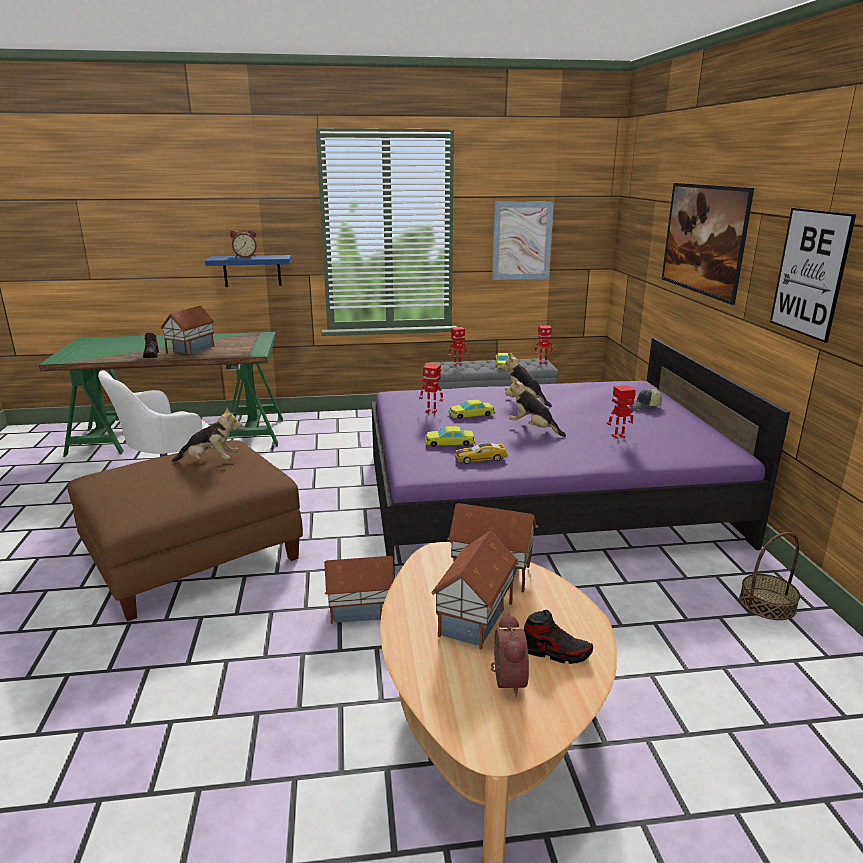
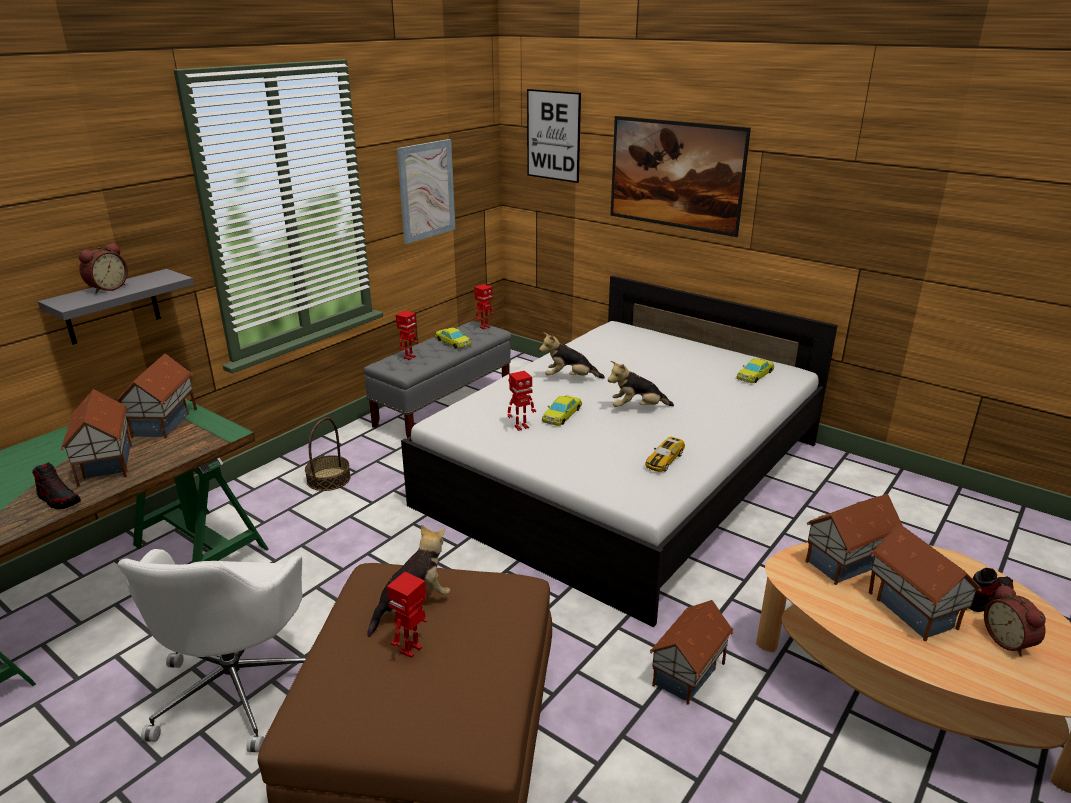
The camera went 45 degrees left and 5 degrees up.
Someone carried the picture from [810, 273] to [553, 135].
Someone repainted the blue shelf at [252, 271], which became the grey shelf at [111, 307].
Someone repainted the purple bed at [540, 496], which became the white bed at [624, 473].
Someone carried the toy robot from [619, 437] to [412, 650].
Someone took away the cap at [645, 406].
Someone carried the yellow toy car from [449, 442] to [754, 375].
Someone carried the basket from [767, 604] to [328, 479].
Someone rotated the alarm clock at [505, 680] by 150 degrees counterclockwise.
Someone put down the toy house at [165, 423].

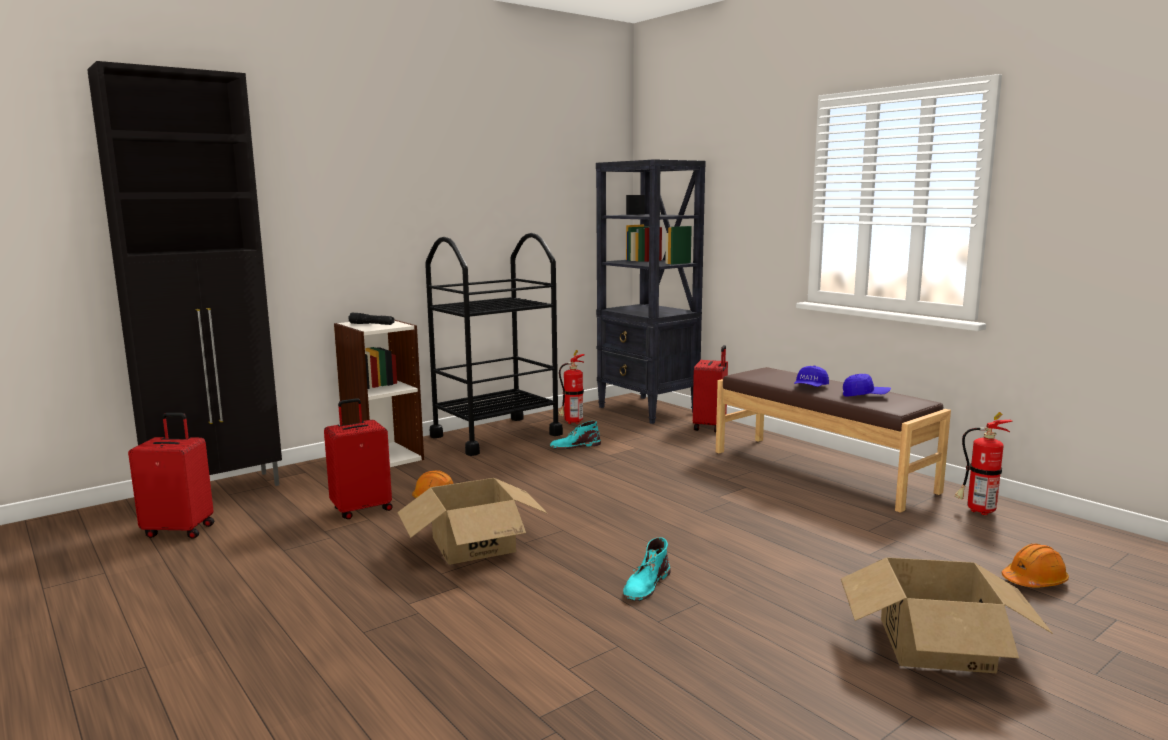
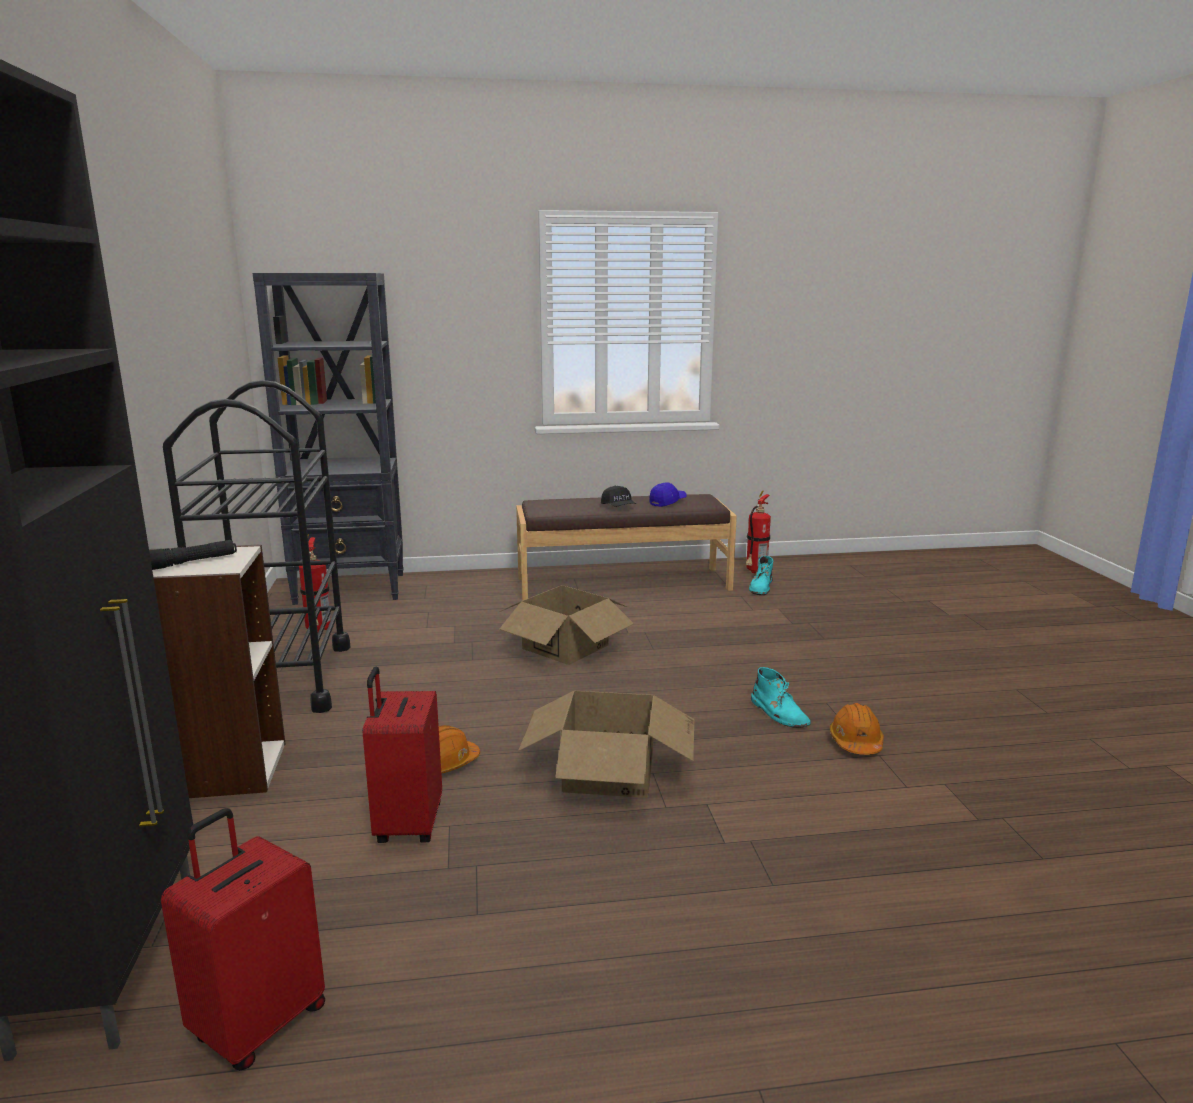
The camera went 60 degrees left and 5 degrees up.
Someone took away the red suitcase at [710, 426].
Someone repainted the blue cap at [810, 387], which became the black cap at [618, 507].
Someone carried the turquoise boot from [574, 445] to [761, 587].
Someone carried the orange hard hat from [1034, 581] to [856, 742].
Someone carried the cardboard box from [935, 644] to [565, 646].

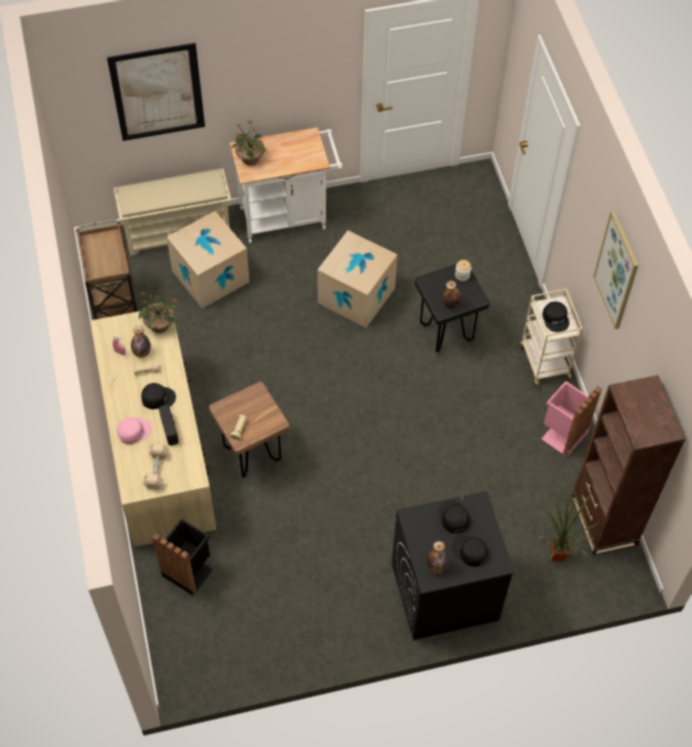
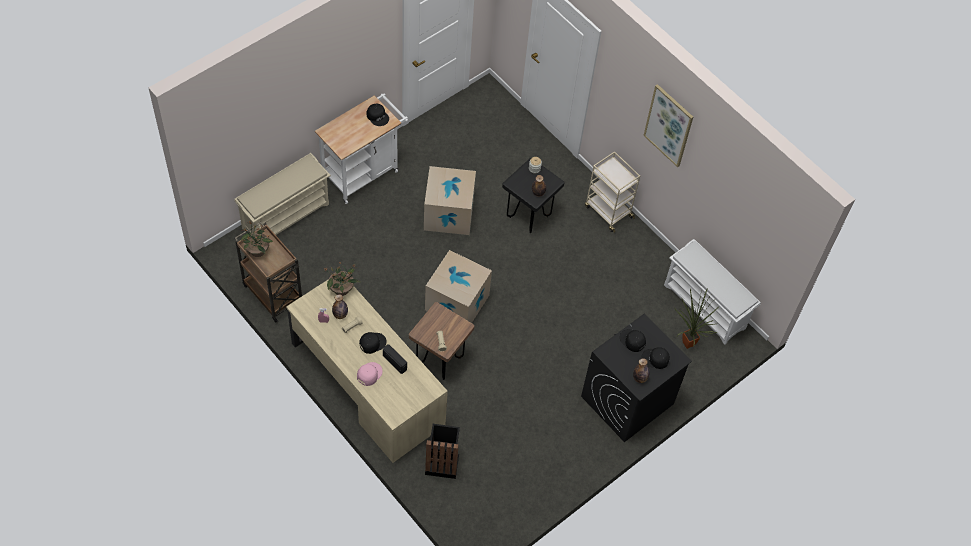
The camera went 30 degrees left and 0 degrees up.
Someone took away the picture at [157, 92].
Someone carried the potted plant from [250, 159] to [257, 251].
Someone carried the cardboard box from [210, 276] to [457, 302].
Someone carried the black cap from [556, 318] to [378, 116].
Someone swapped the brown bookcase at [603, 520] for the white shoe rack at [705, 307].
Someone took away the pink trash can at [562, 434].
Someone took away the beige dumbbell at [156, 470].

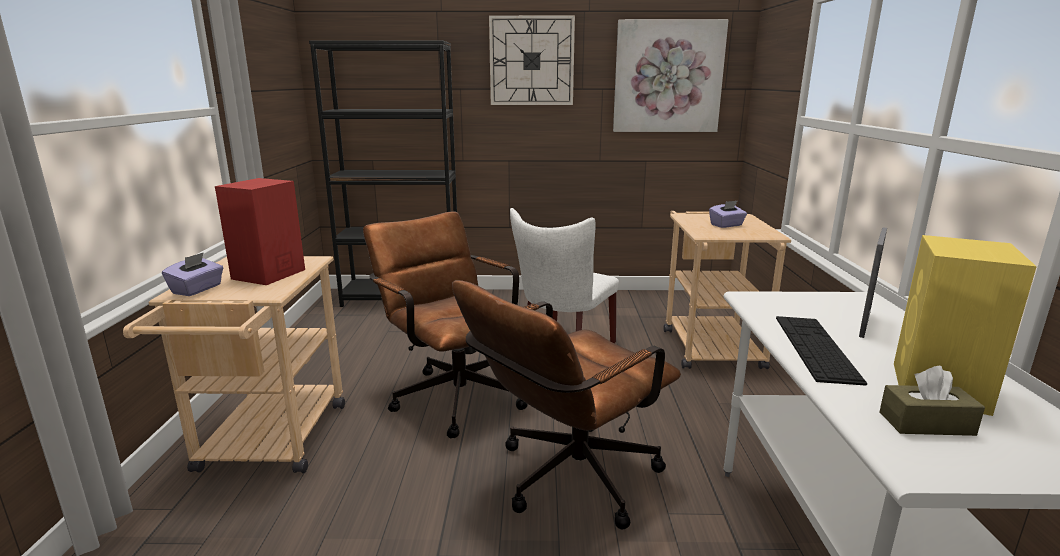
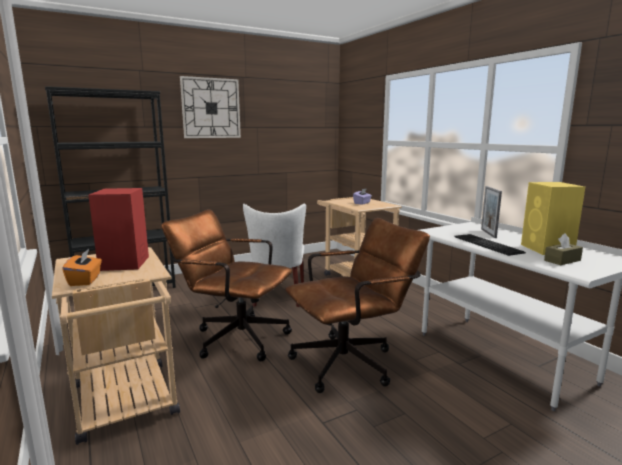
The camera went 30 degrees left and 5 degrees down.
Someone took away the picture at [668, 77].
Someone repainted the purple tissue box at [197, 289], which became the orange tissue box at [85, 280].
Someone rotated the brown office chair at [566, 480] by 135 degrees counterclockwise.

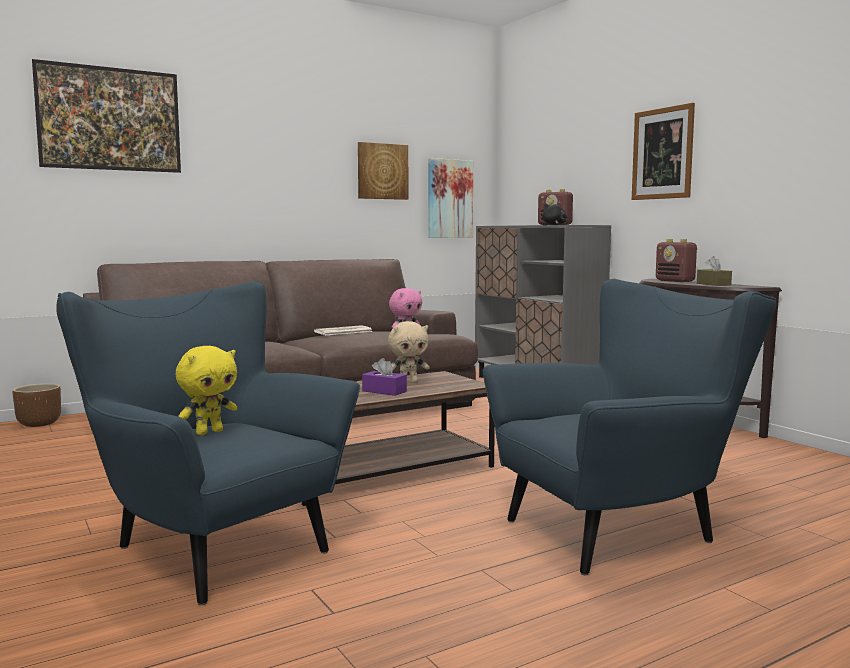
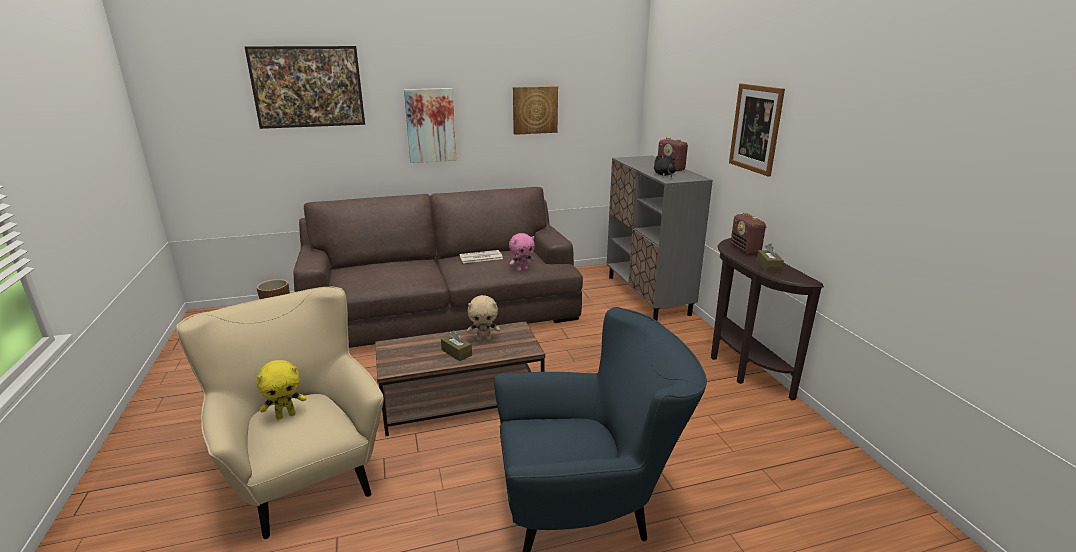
The camera went 15 degrees right and 15 degrees up.
Someone carried the picture from [449, 199] to [430, 125].
Someone repainted the blue armchair at [210, 546], which became the beige armchair at [303, 473].
Someone repainted the purple tissue box at [384, 391], which became the brown tissue box at [456, 353].

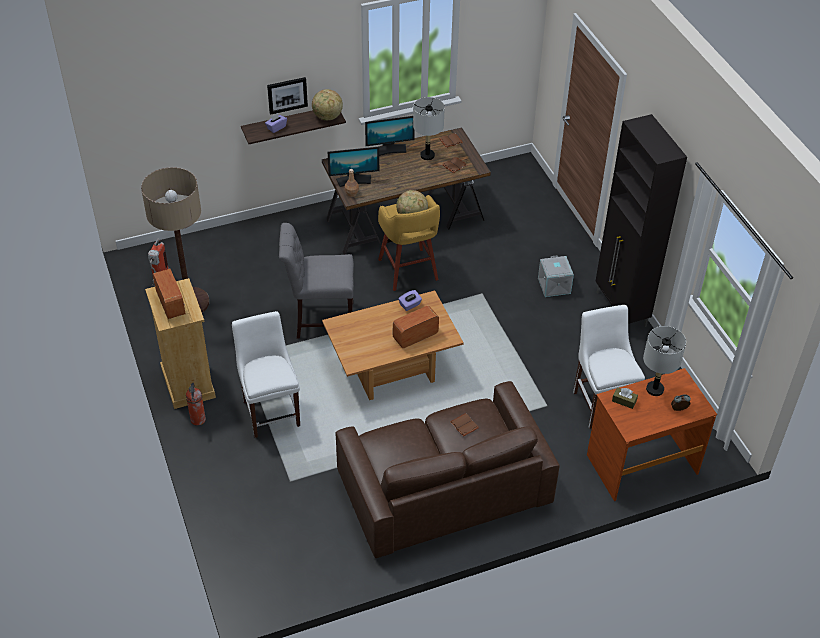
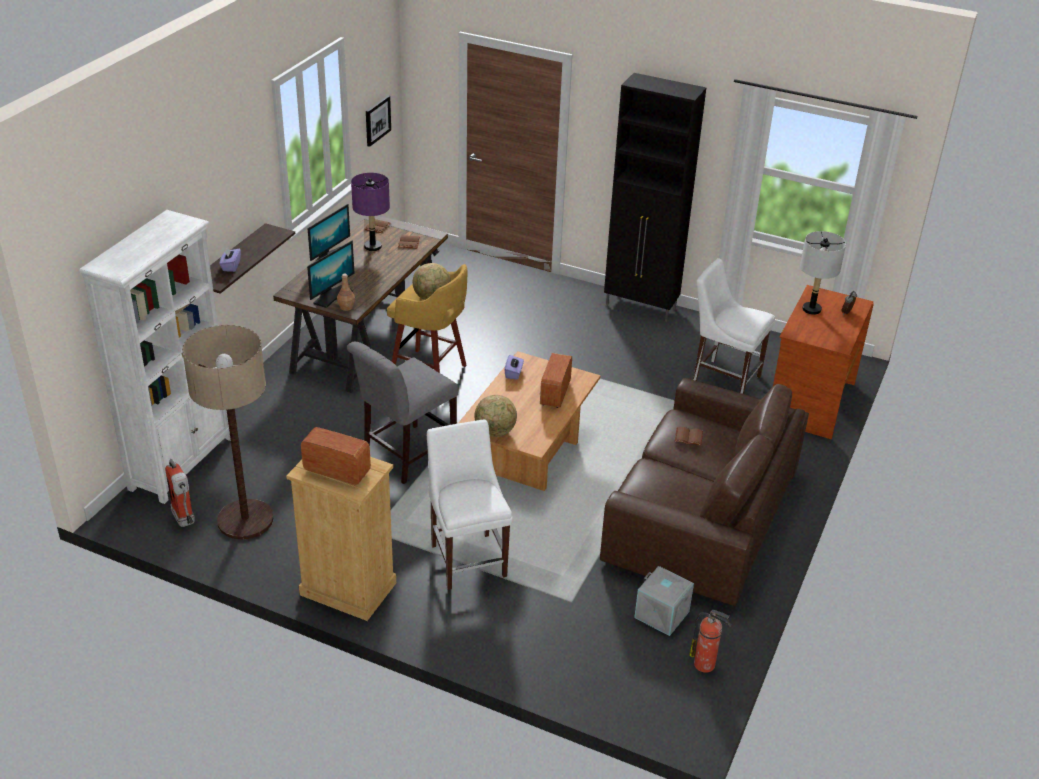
The camera went 45 degrees left and 10 degrees down.
Someone carried the picture from [287, 95] to [377, 120].
Someone carried the globe from [327, 117] to [495, 432].
Someone repainted the grey table lamp at [427, 156], which became the purple table lamp at [373, 247].
Someone carried the grey storage box from [553, 285] to [661, 615].
Someone rotated the white chair at [271, 411] by 45 degrees clockwise.
Someone carried the fire extinguisher from [198, 420] to [705, 665].
Someone took away the brown tissue box at [624, 401].
Someone put down the white bookcase at [183, 462].

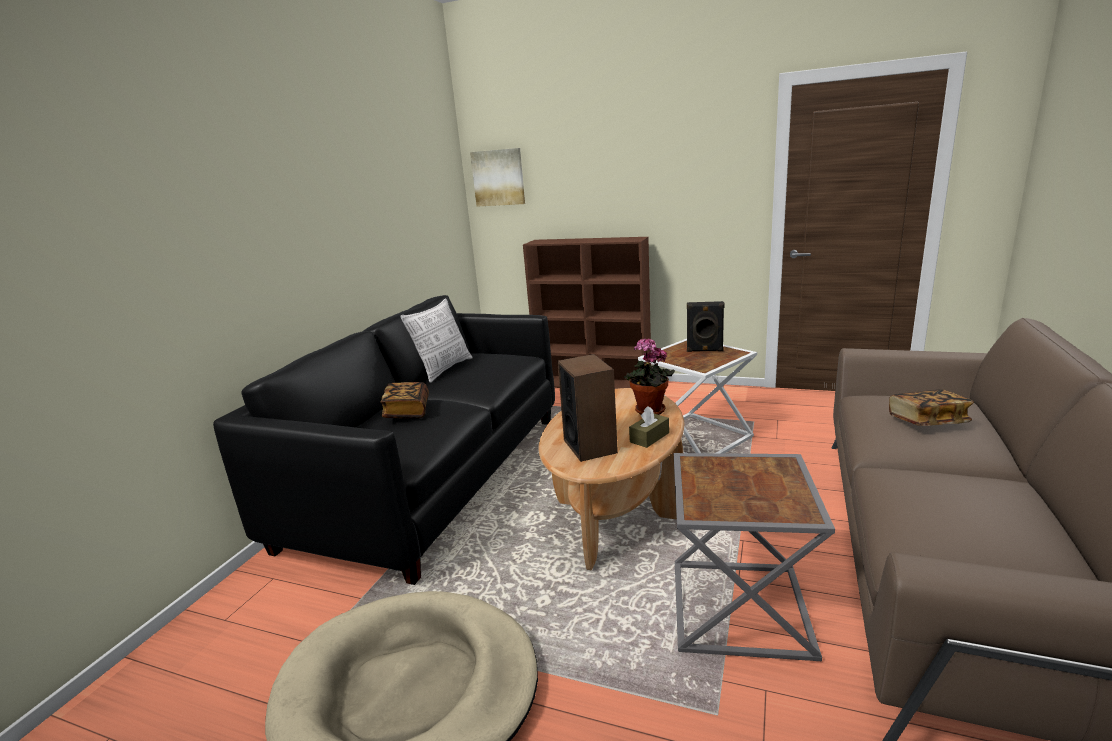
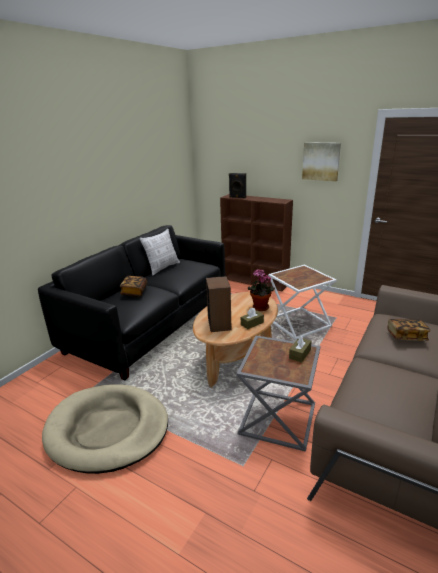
The camera went 10 degrees right and 5 degrees up.
Someone carried the picture from [498, 177] to [321, 161].
Someone carried the black speaker from [704, 350] to [237, 197].
Someone put down the brown tissue box at [300, 354].

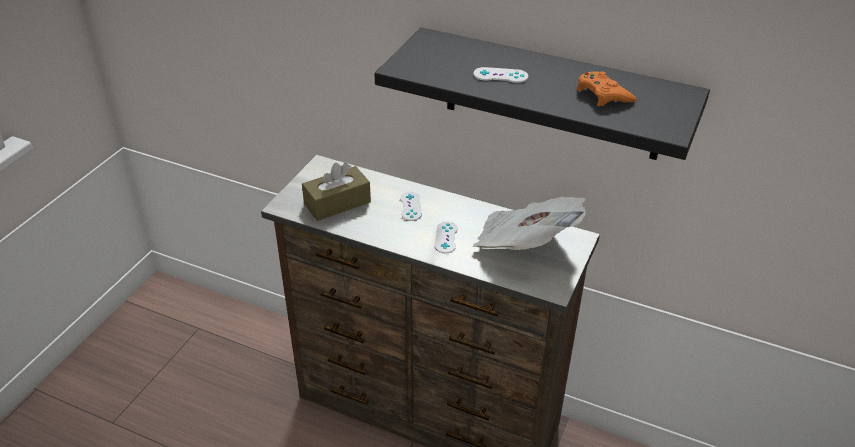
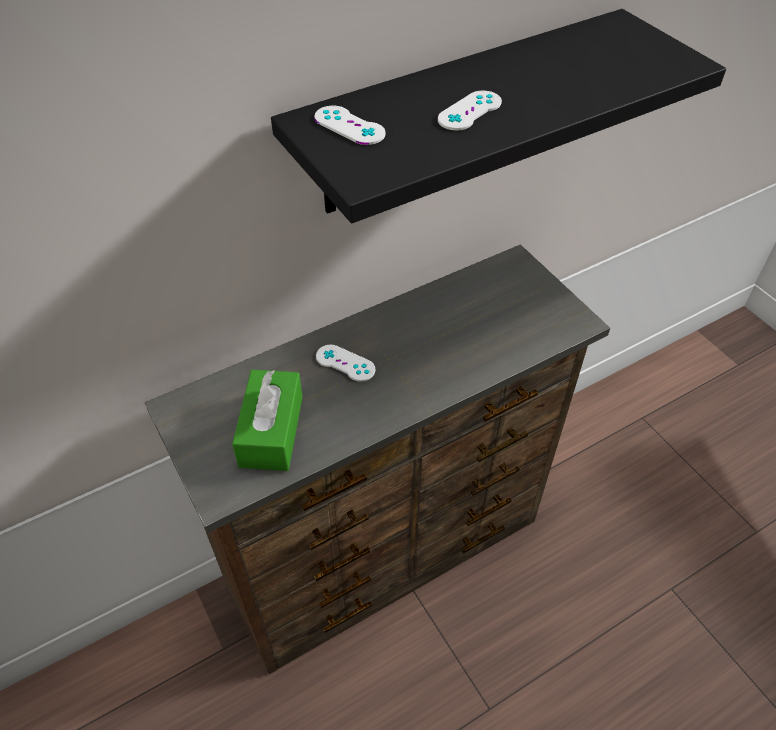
The camera went 55 degrees left and 10 degrees up.
Someone took away the orange game controller at [603, 94].
Someone repainted the brown tissue box at [337, 203], which became the green tissue box at [271, 431].
Someone took away the newspaper at [525, 244].
Someone carried the white game controller from [446, 237] to [349, 126].

